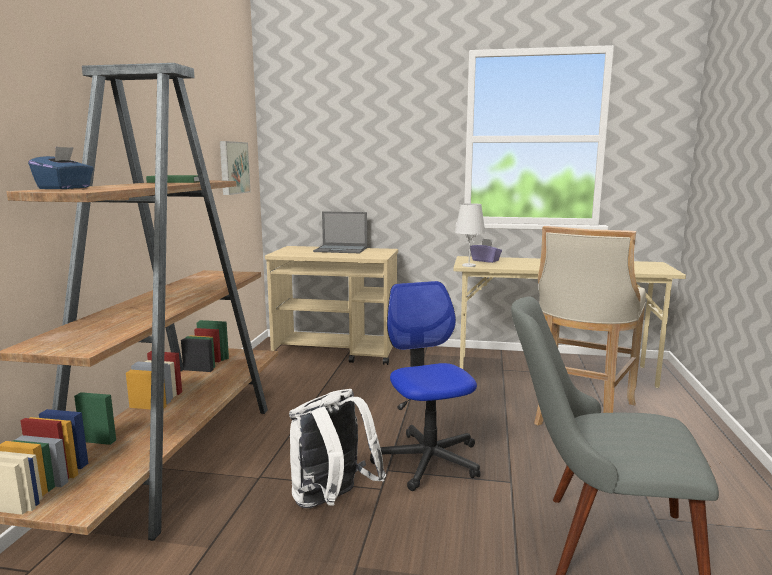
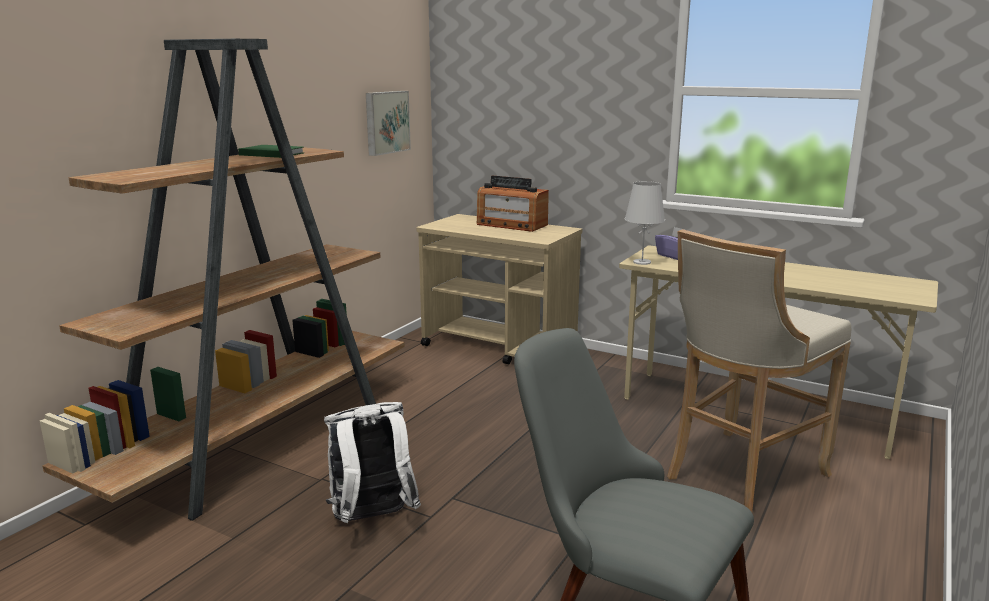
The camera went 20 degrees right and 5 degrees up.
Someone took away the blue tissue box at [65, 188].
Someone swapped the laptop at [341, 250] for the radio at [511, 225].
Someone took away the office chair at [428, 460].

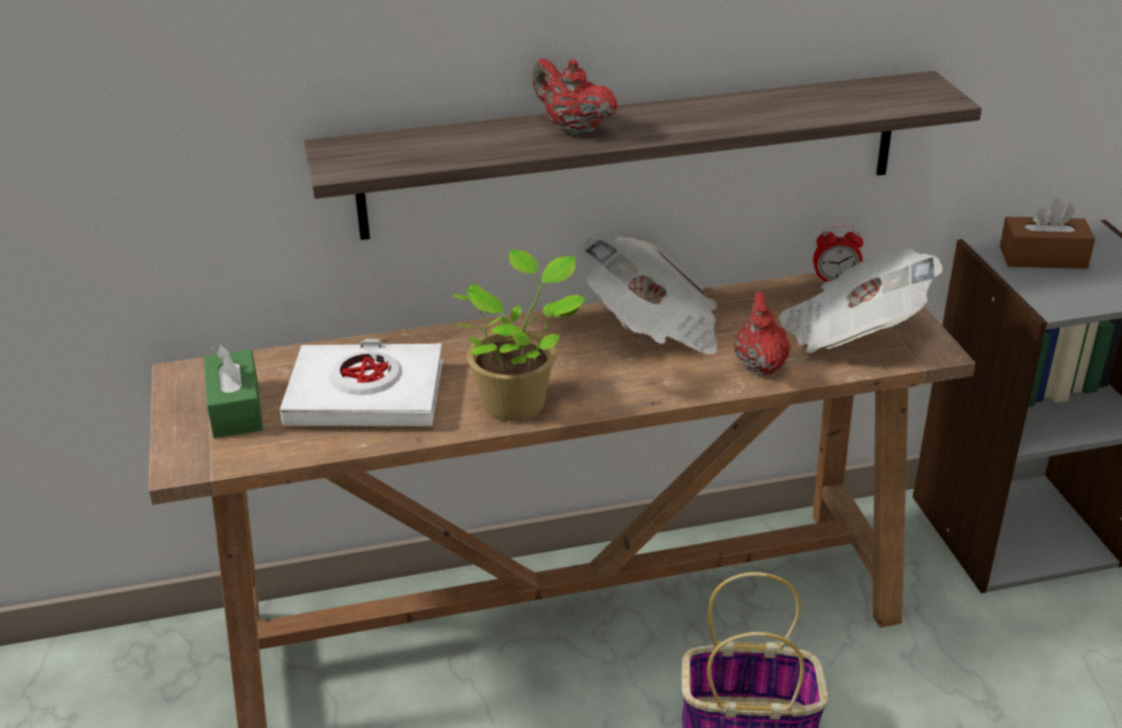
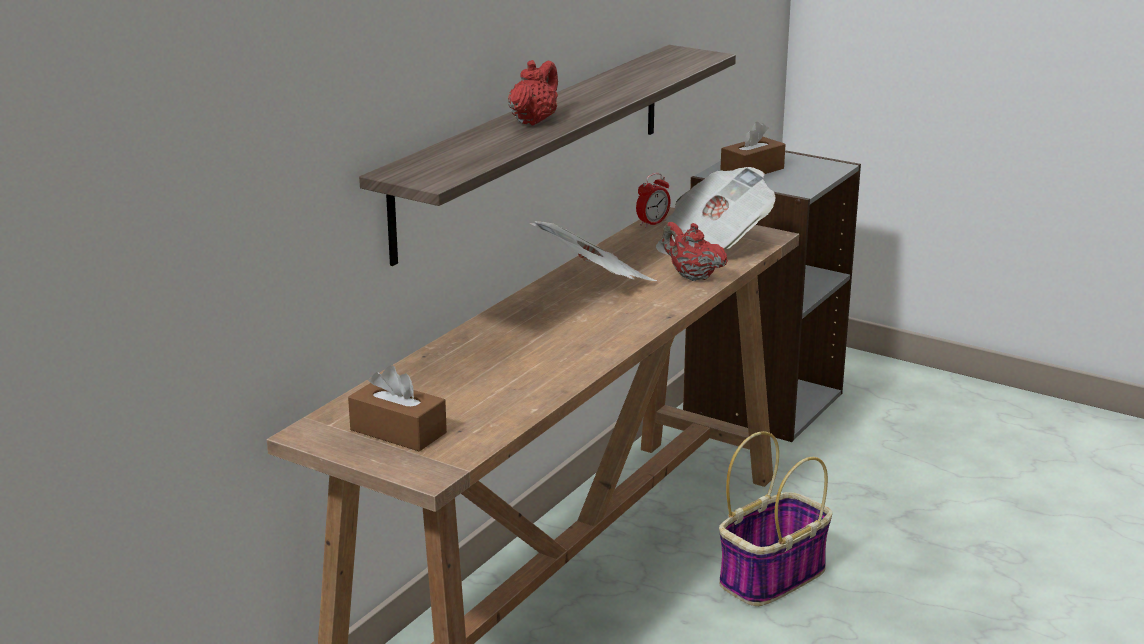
The camera went 45 degrees left and 10 degrees down.
Someone rotated the red teapot at [573, 129] by 120 degrees clockwise.
Someone took away the potted plant at [518, 402].
Someone took away the white book at [366, 395].
Someone repainted the green tissue box at [236, 408], which became the brown tissue box at [398, 431].

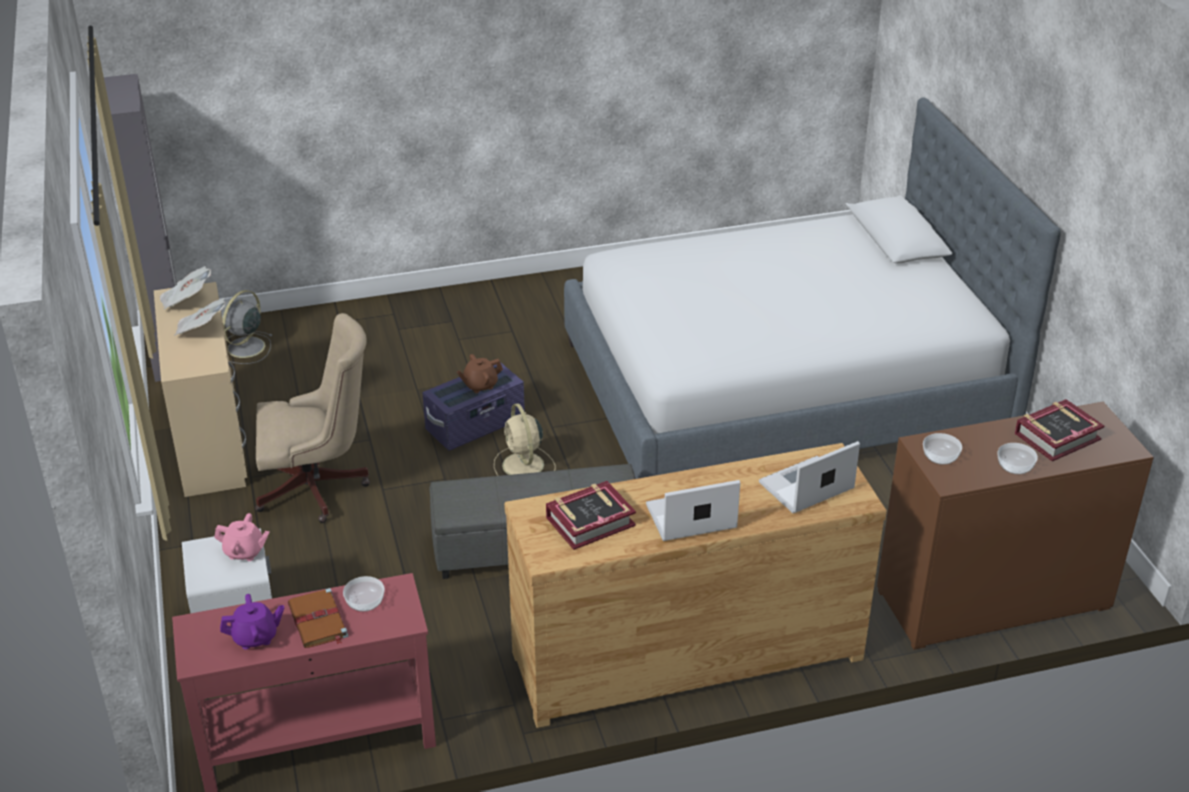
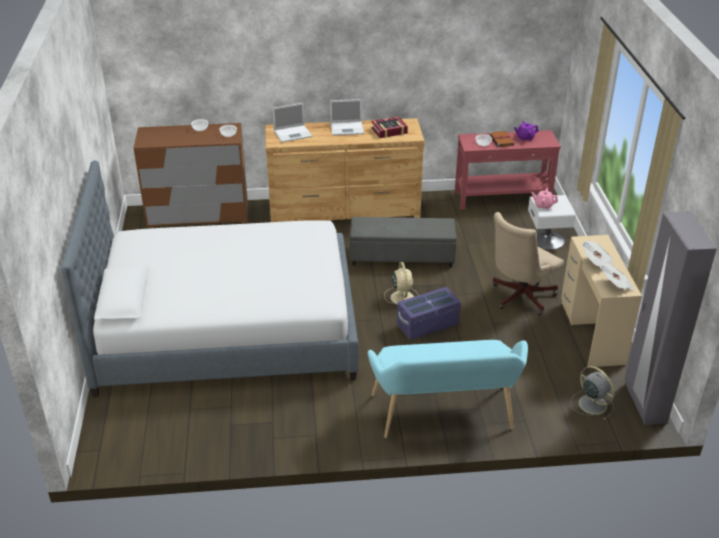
The camera went 170 degrees left and 0 degrees up.
Someone rotated the grey fan at [245, 348] by 75 degrees counterclockwise.
Someone rotated the beige office chair at [318, 488] by 45 degrees counterclockwise.
Someone took away the brown teapot at [480, 385].
Someone took away the book at [1057, 436].
Someone put down the turquoise bench at [444, 416].

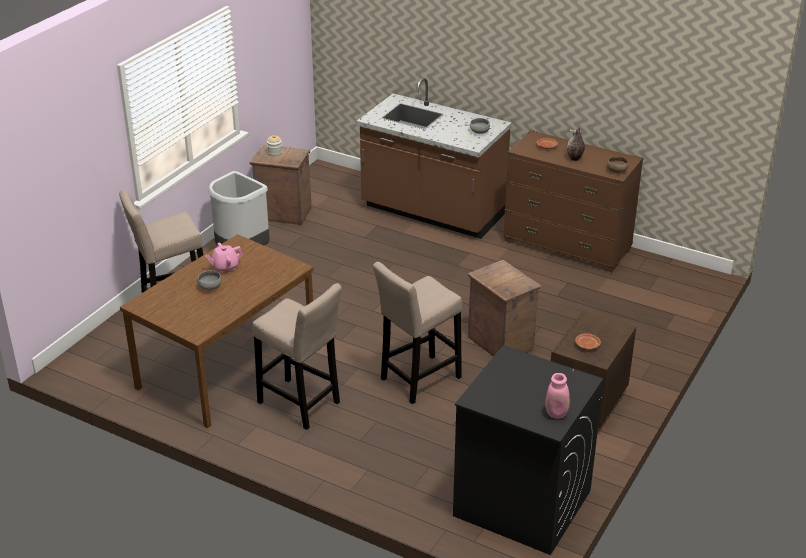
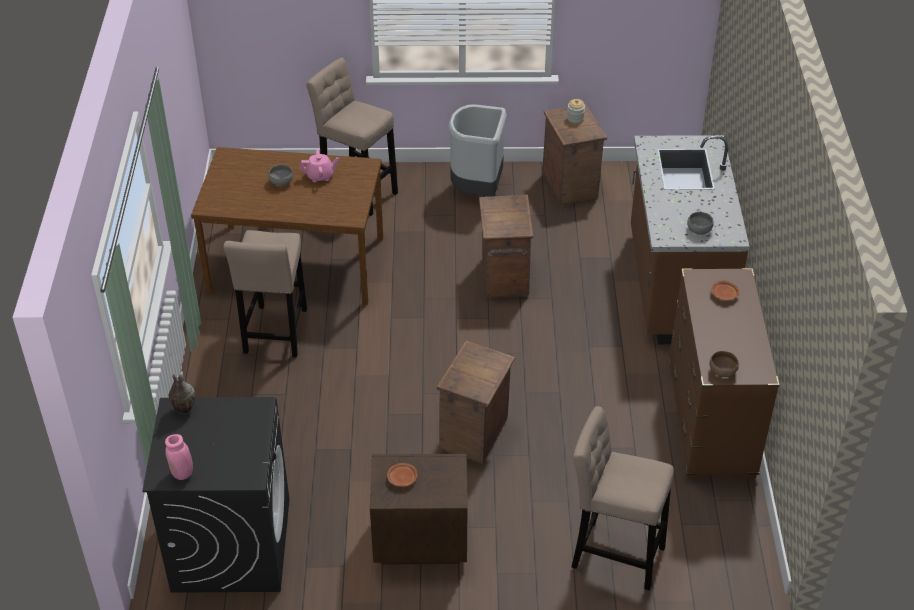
The camera went 60 degrees right and 10 degrees up.
Someone carried the vase from [574, 159] to [183, 409].
Someone rotated the pink teapot at [225, 267] by 135 degrees clockwise.
Someone carried the beige stool from [417, 380] to [613, 554].
Someone put down the crate at [504, 278].

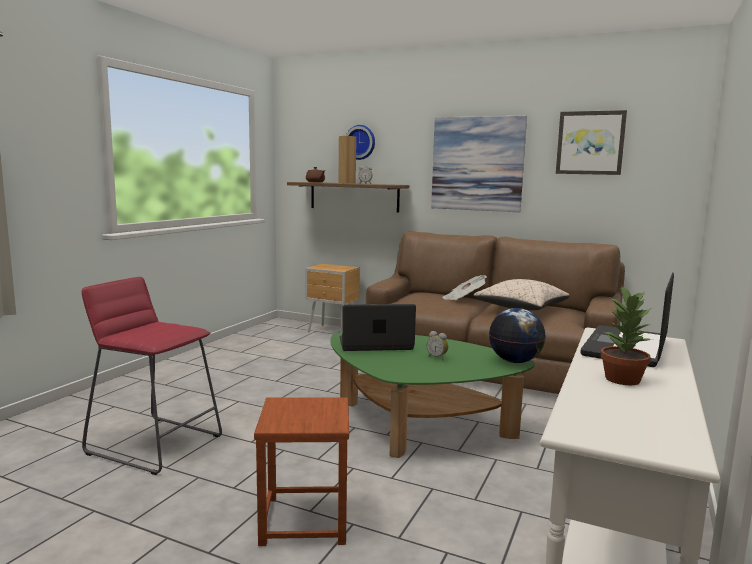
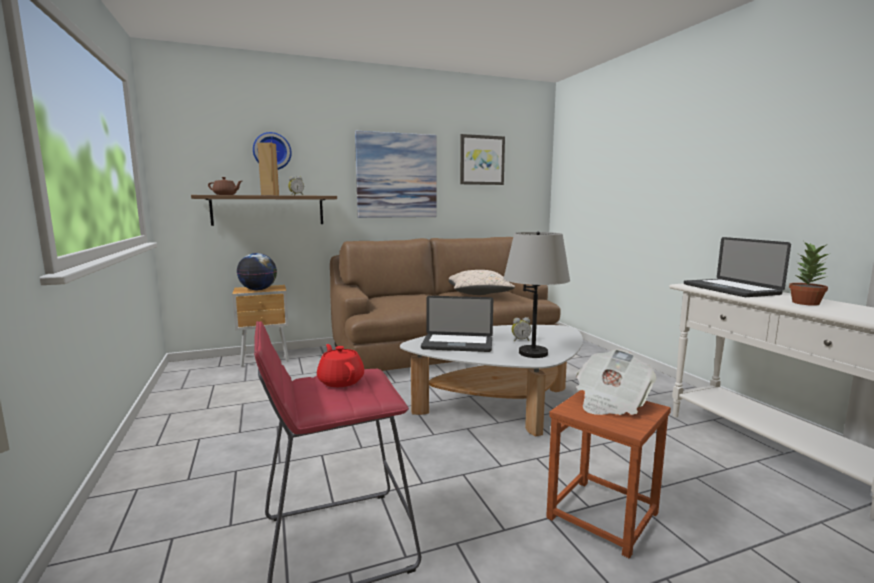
The camera went 45 degrees left and 0 degrees up.
Someone carried the newspaper from [463, 299] to [610, 402].
Someone rotated the laptop at [376, 344] by 120 degrees counterclockwise.
Someone carried the globe from [515, 361] to [258, 290].
Someone repainted the green coffee table at [417, 426], which became the white coffee table at [501, 407].
Someone put down the grey table lamp at [533, 353].
Someone put down the red teapot at [341, 381].

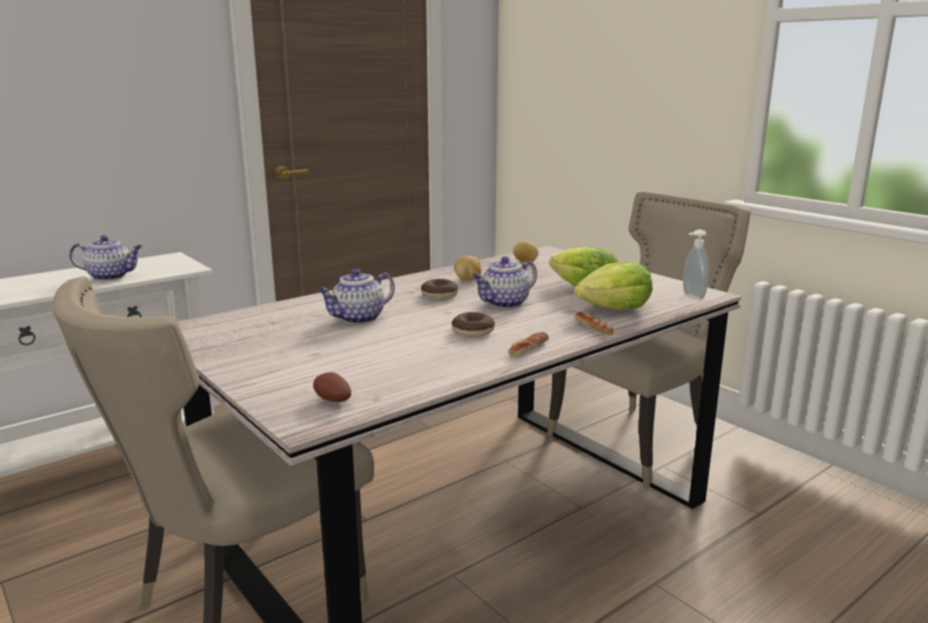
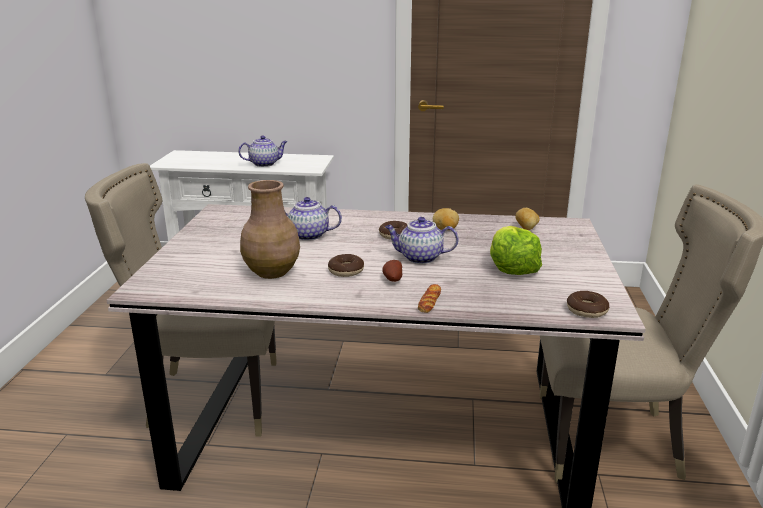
The camera went 45 degrees right and 5 degrees up.
Someone swapped the soap dispenser at [691, 297] for the donut at [586, 310].
Someone rotated the teapot at [111, 276] by 60 degrees counterclockwise.
Someone took away the lettuce at [615, 309].
Someone took away the bread at [529, 348].
Someone carried the potato from [332, 401] to [392, 279].
Someone put down the brown vase at [273, 272].

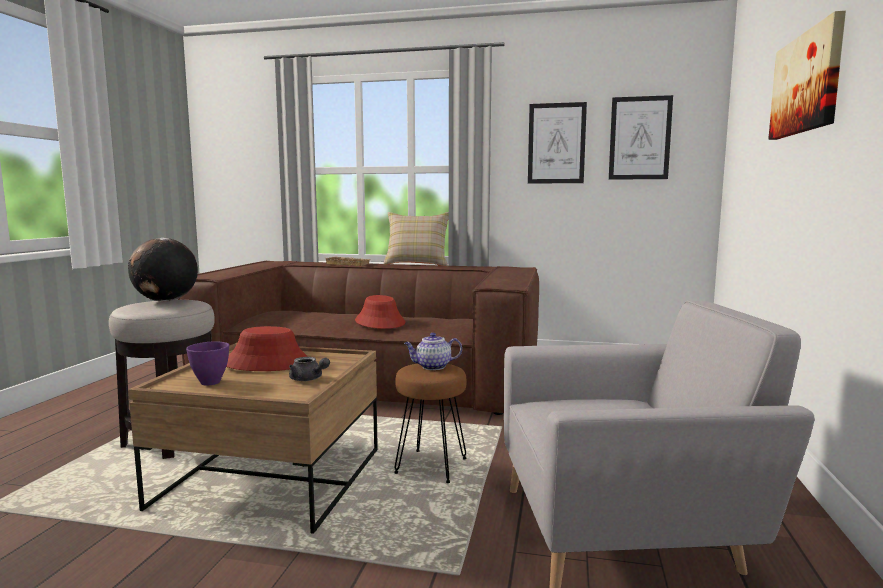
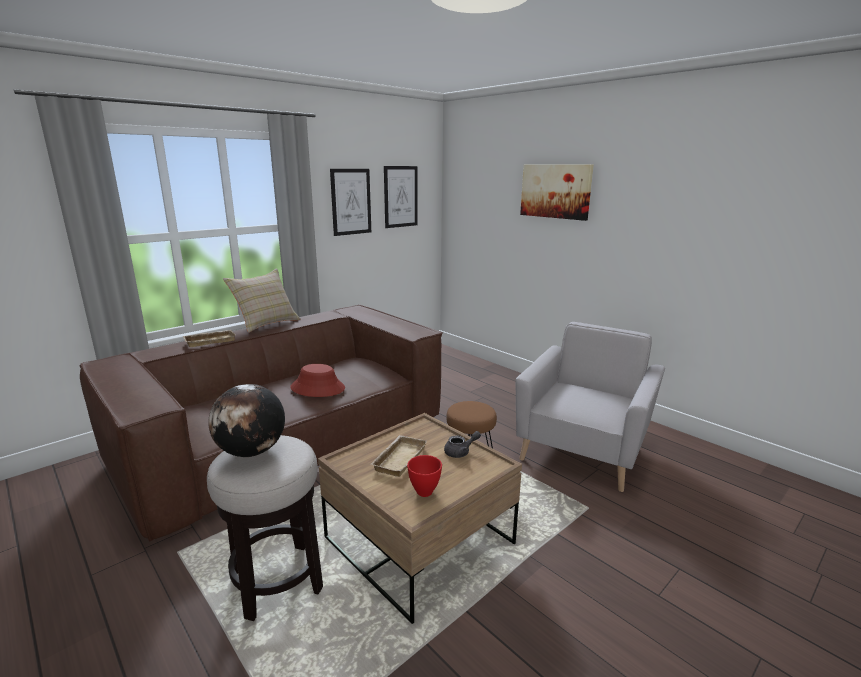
The camera went 55 degrees left and 10 degrees up.
Someone swapped the red hat at [267, 363] for the beige tray at [398, 458].
Someone took away the teapot at [432, 367].
Someone repainted the purple bowl at [211, 382], which became the red bowl at [424, 491].

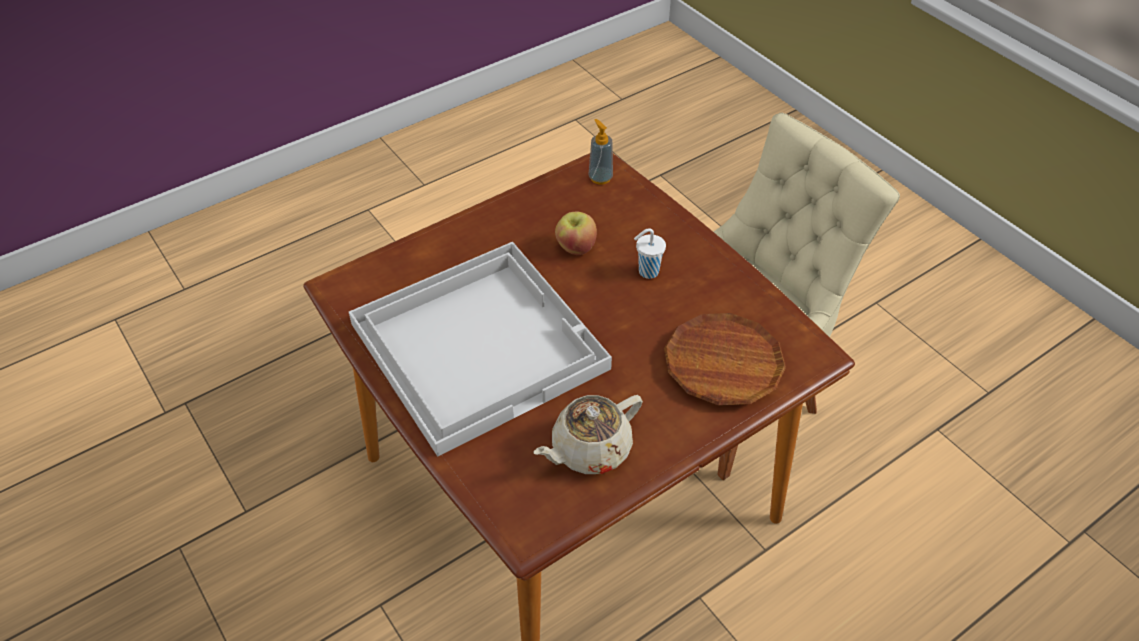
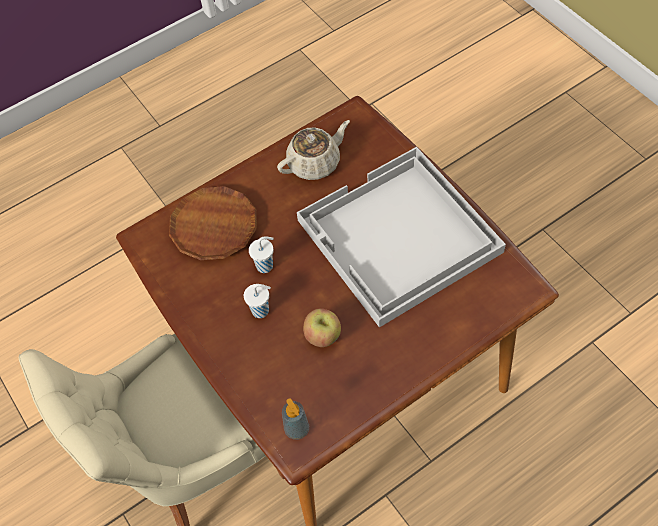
The camera went 175 degrees left and 10 degrees up.
Someone put down the white cup at [266, 265].

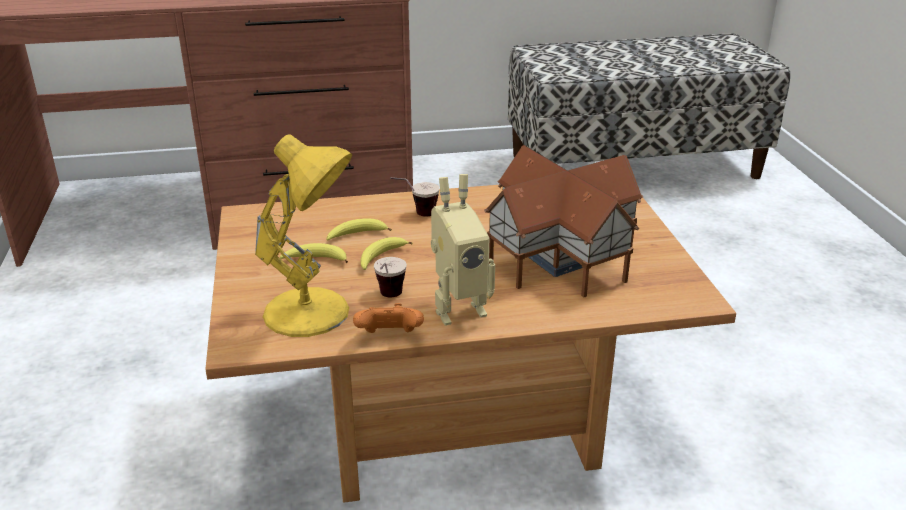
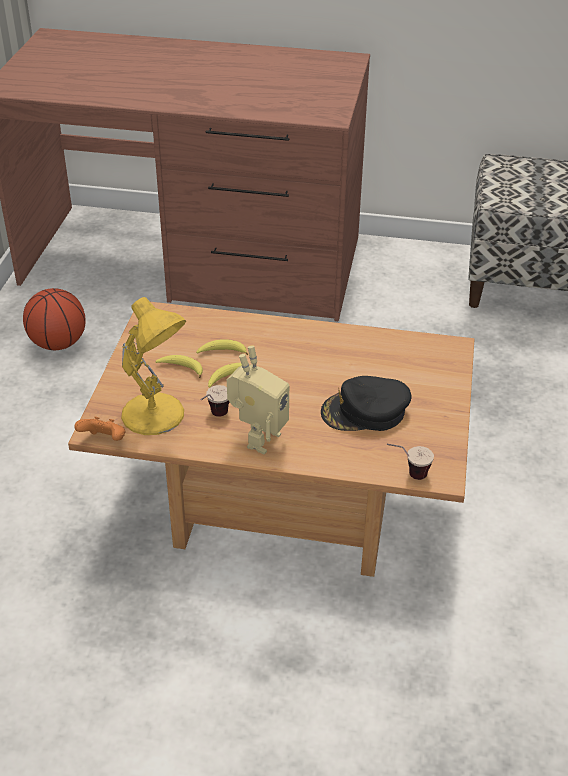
The camera went 20 degrees right and 10 degrees up.
Someone swapped the toy house at [563, 257] for the black cap at [365, 411].
Someone rotated the toy robot at [457, 309] by 60 degrees counterclockwise.
Someone carried the cup from [415, 215] to [407, 474].
Someone carried the orange game controller from [389, 337] to [104, 440].
Someone put down the basketball at [58, 344].

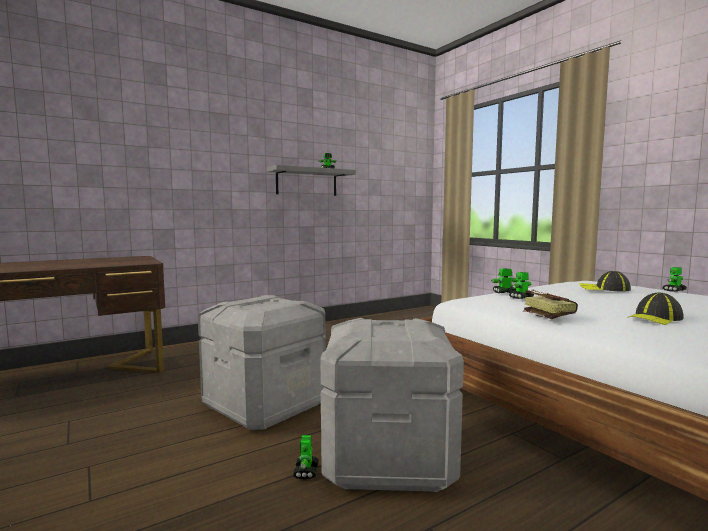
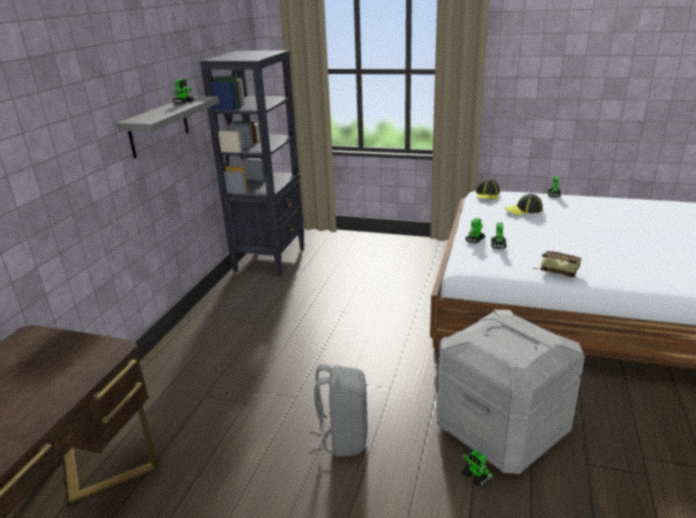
The camera went 40 degrees left and 20 degrees up.
Someone carried the cap from [655, 318] to [487, 194].
Someone swapped the grey storage box at [265, 404] for the grey backpack at [343, 437].
Someone put down the black bookcase at [270, 259].

